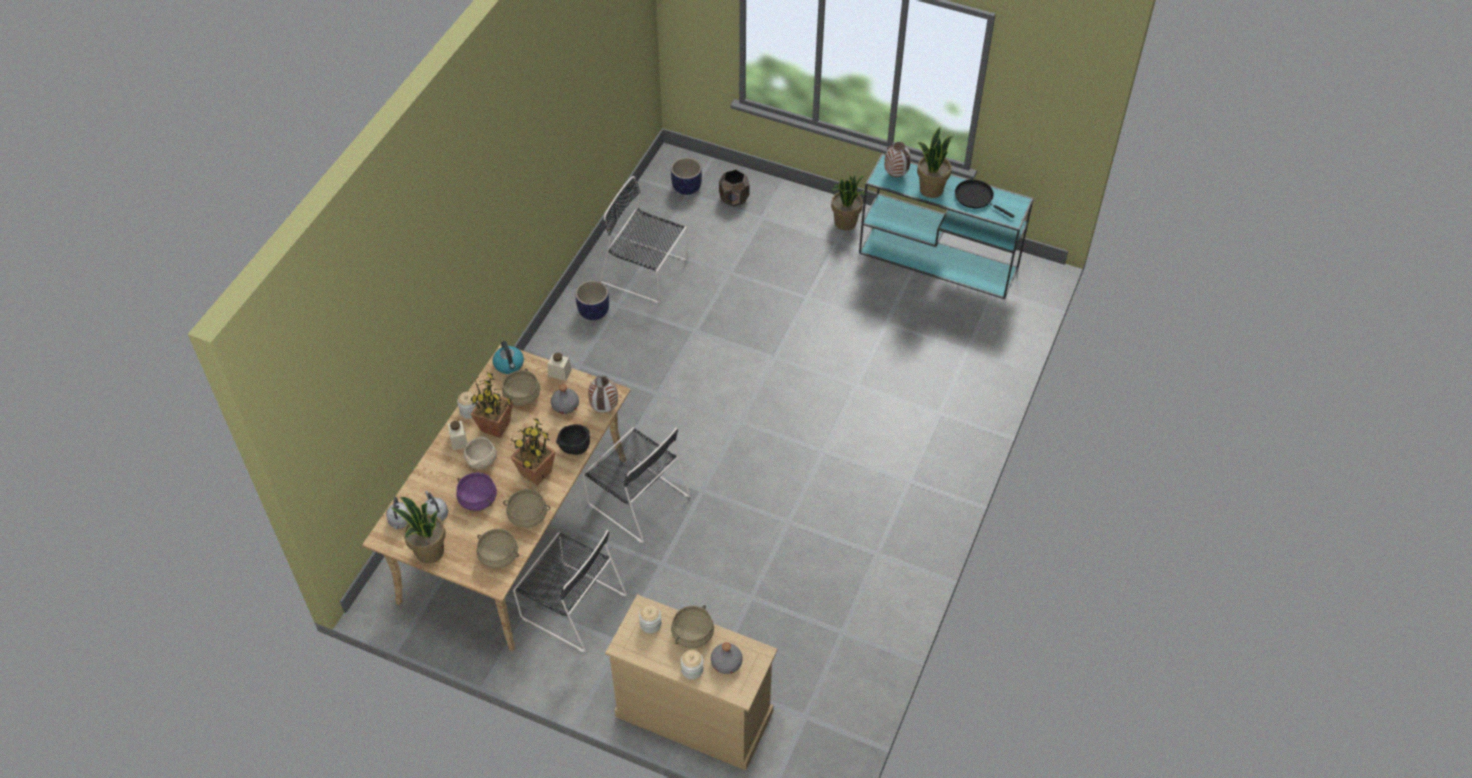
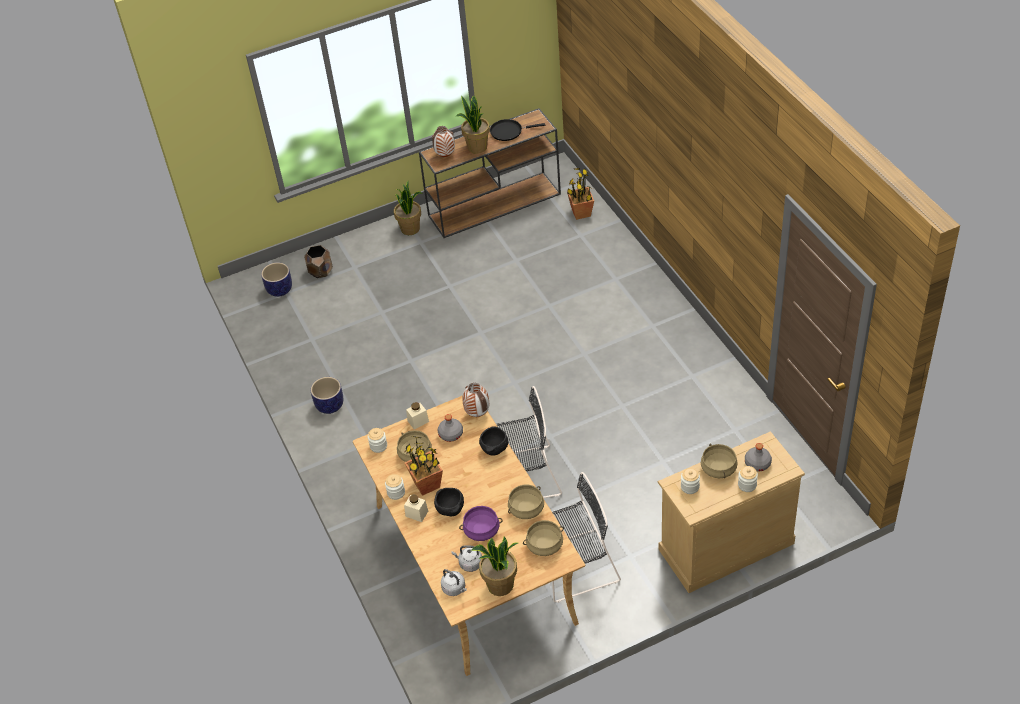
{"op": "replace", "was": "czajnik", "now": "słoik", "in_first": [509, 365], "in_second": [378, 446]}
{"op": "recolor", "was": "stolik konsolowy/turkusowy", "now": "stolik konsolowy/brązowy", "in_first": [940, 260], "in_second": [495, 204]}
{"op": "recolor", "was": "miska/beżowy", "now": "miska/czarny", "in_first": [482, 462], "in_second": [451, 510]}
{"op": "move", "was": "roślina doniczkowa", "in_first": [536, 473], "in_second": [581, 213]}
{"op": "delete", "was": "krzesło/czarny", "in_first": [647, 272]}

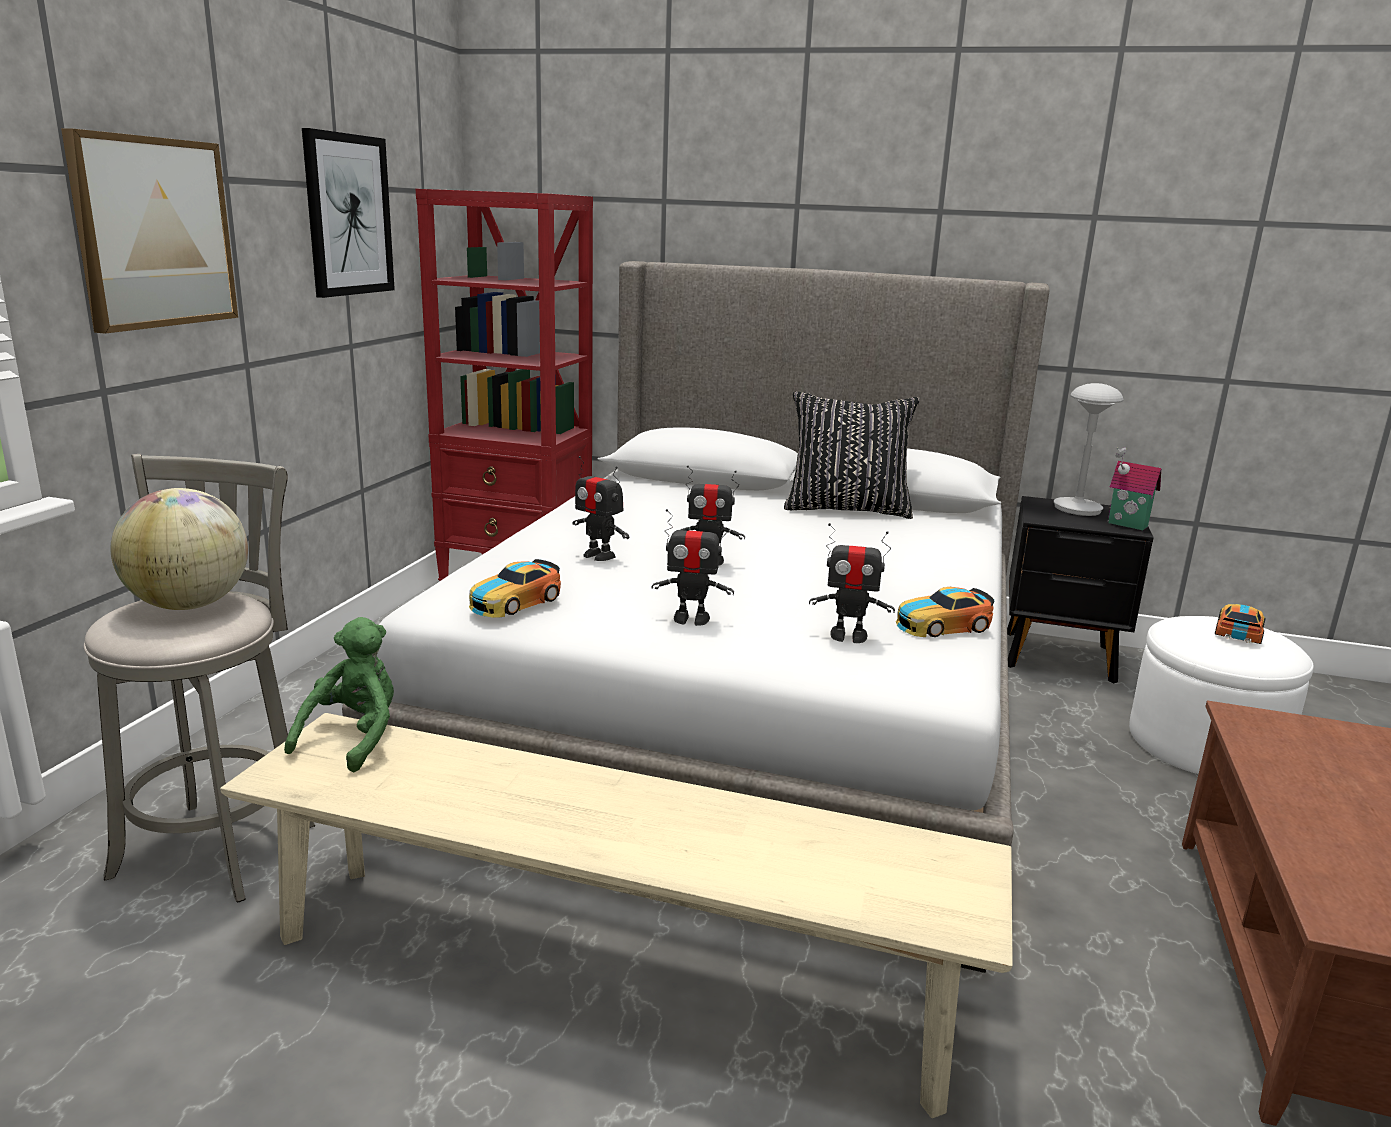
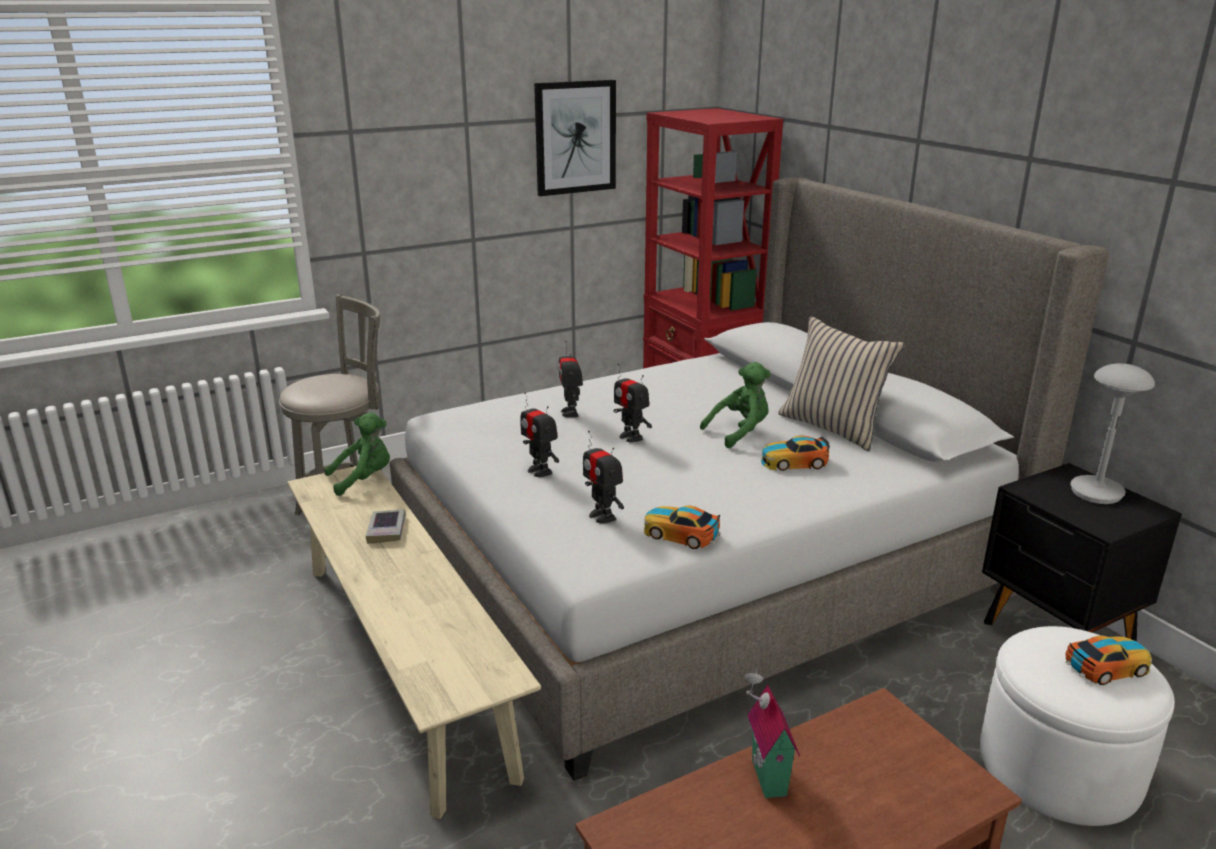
{"op": "insert", "now": "książka", "in_second": [386, 530]}
{"op": "insert", "now": "pluszak/zielony", "in_second": [740, 432]}
{"op": "move", "was": "domek", "in_first": [1126, 525], "in_second": [765, 777]}
{"op": "move", "was": "samochodzik", "in_first": [514, 601], "in_second": [793, 462]}
{"op": "recolor", "was": "poduszka/czarny", "now": "poduszka/beżowy", "in_first": [846, 509], "in_second": [833, 427]}
{"op": "delete", "was": "obraz", "in_first": [154, 233]}
{"op": "delete", "was": "globus", "in_first": [189, 605]}

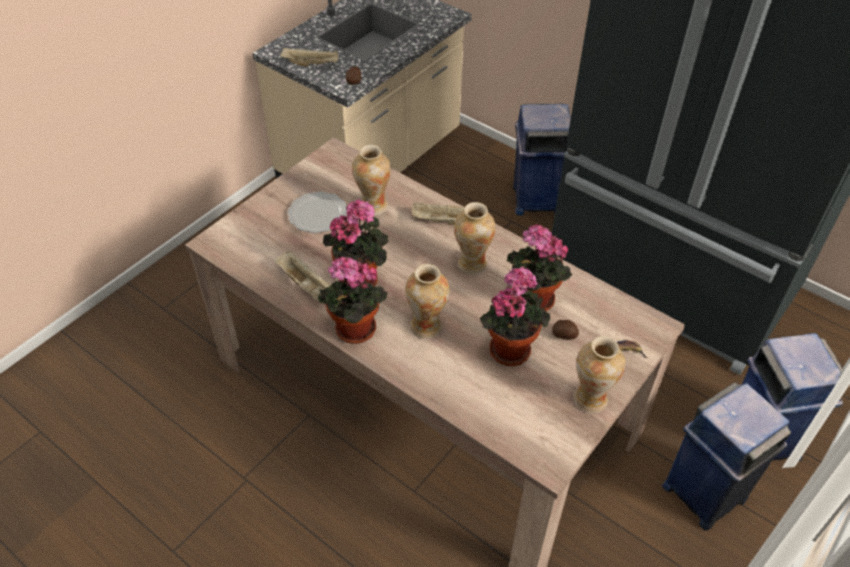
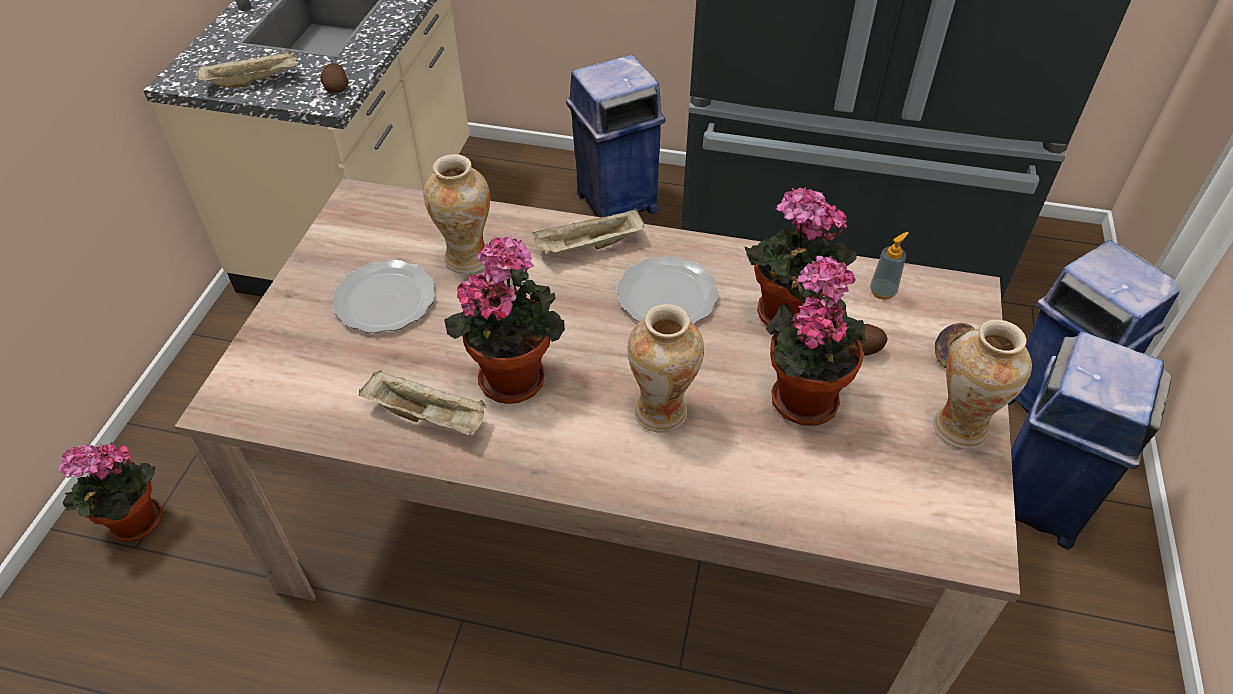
{"op": "move", "was": "roślina doniczkowa", "in_first": [353, 331], "in_second": [134, 525]}
{"op": "replace", "was": "wazon", "now": "talerz", "in_first": [472, 264], "in_second": [668, 294]}
{"op": "insert", "now": "dozownik mydła", "in_second": [882, 291]}

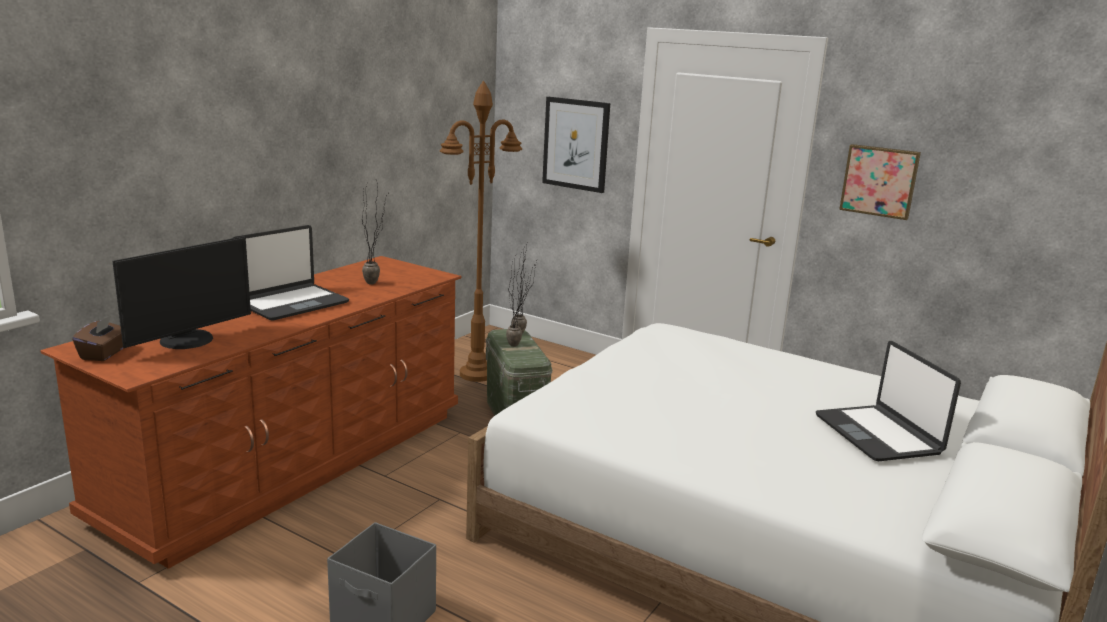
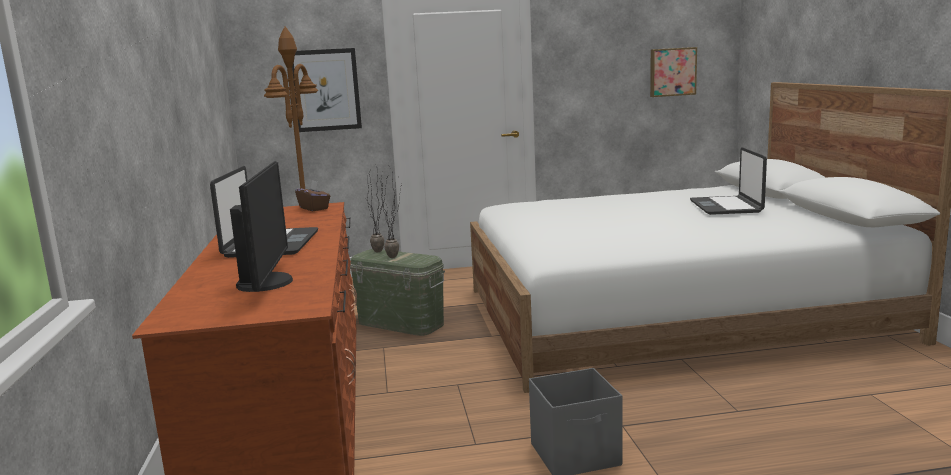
{"op": "move", "was": "pudełko chusteczek/brązowy", "in_first": [104, 353], "in_second": [314, 208]}
{"op": "move", "was": "obraz", "in_first": [879, 181], "in_second": [672, 72]}
{"op": "rotate", "was": "laptop", "in_first": [878, 434], "in_second": [726, 206], "clockwise": 60}
{"op": "delete", "was": "roślina doniczkowa", "in_first": [377, 283]}

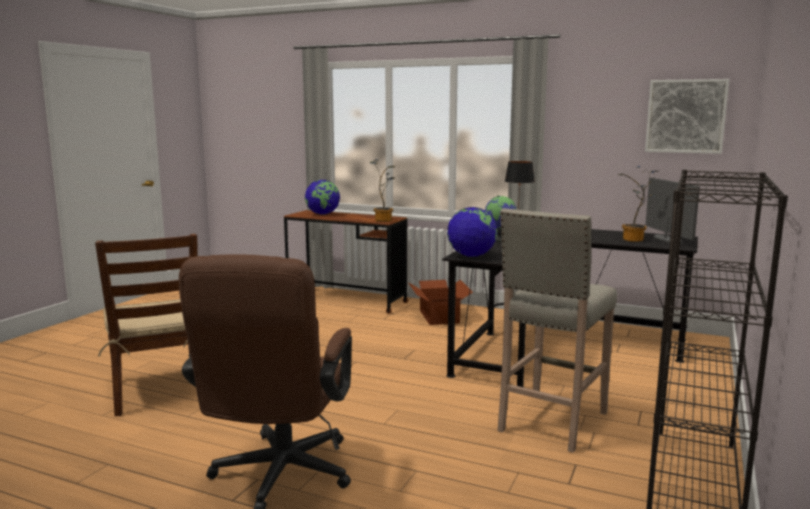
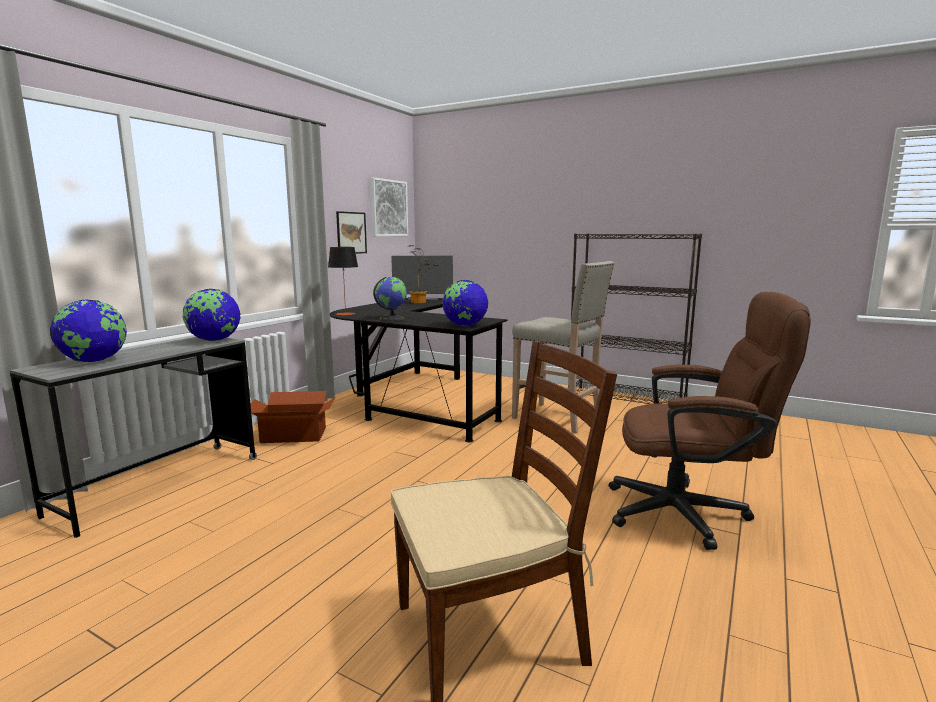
{"op": "recolor", "was": "biurko/brązowy", "now": "biurko/szary", "in_first": [346, 301], "in_second": [159, 485]}
{"op": "replace", "was": "roślina doniczkowa", "now": "globus", "in_first": [384, 220], "in_second": [214, 340]}
{"op": "insert", "now": "obraz", "in_second": [351, 233]}

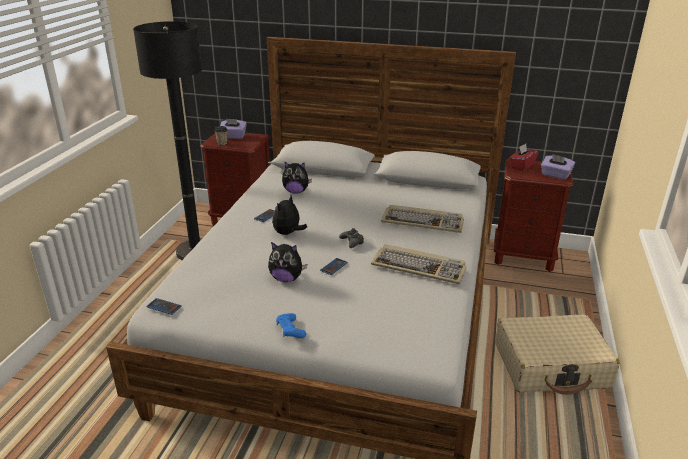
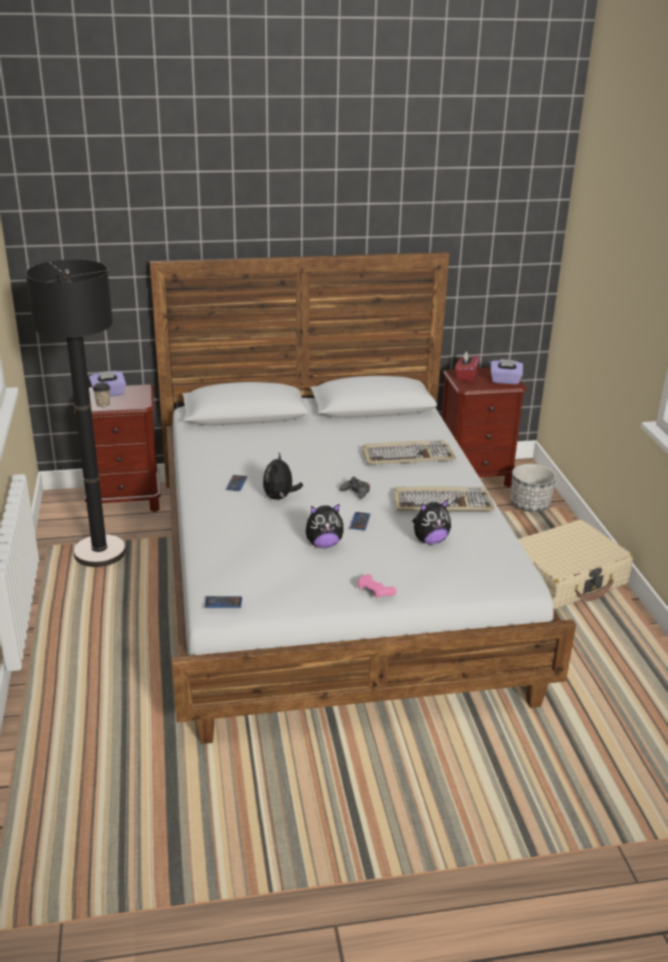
{"op": "recolor", "was": "pad do gier/niebieski", "now": "pad do gier/różowy", "in_first": [290, 330], "in_second": [375, 591]}
{"op": "move", "was": "pluszak", "in_first": [296, 191], "in_second": [430, 541]}
{"op": "insert", "now": "donica", "in_second": [530, 505]}

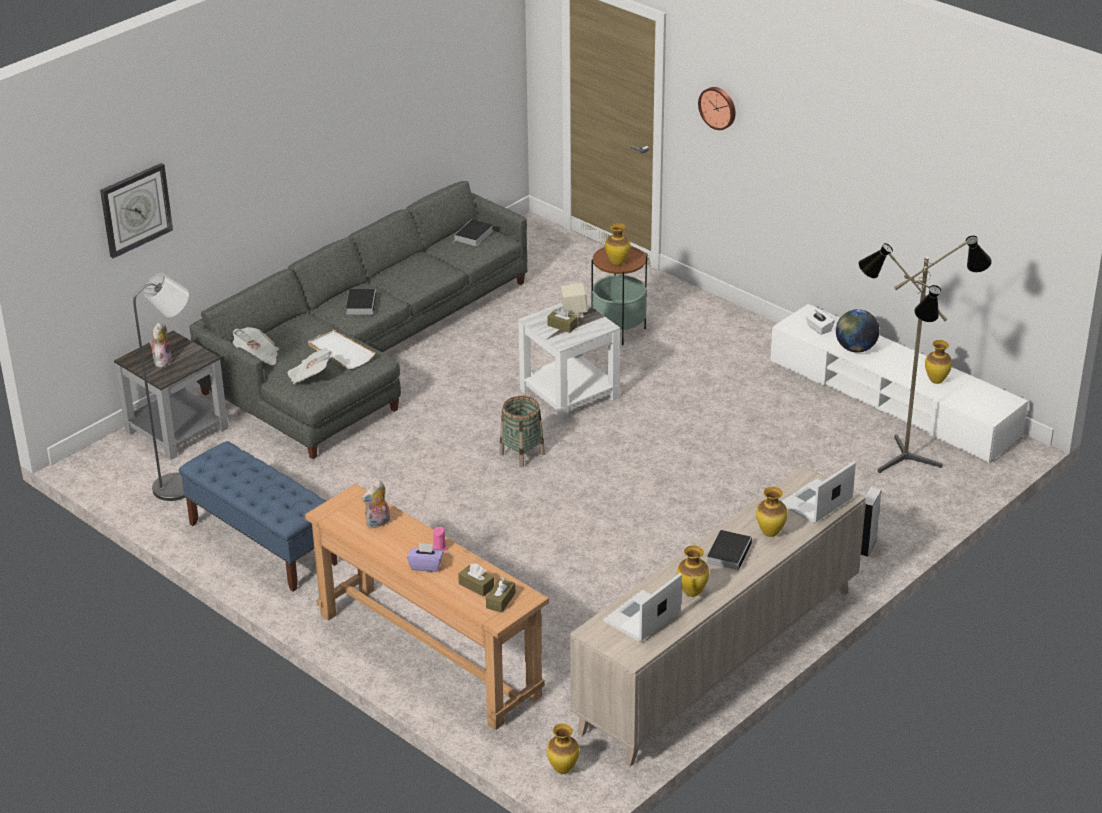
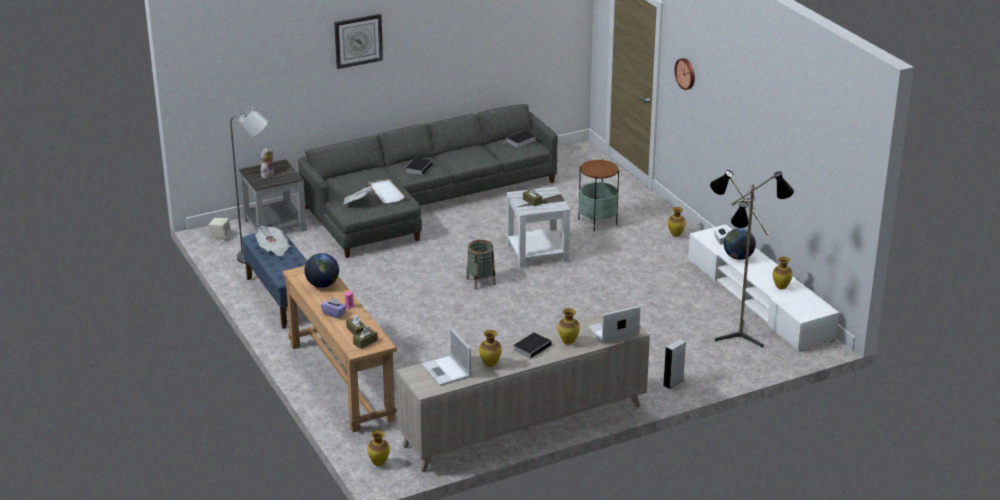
{"op": "move", "was": "głośnik/beżowy", "in_first": [574, 312], "in_second": [220, 237]}
{"op": "move", "was": "gazeta", "in_first": [257, 356], "in_second": [273, 249]}
{"op": "replace", "was": "pluszak", "now": "globus", "in_first": [378, 523], "in_second": [322, 285]}
{"op": "move", "was": "zegar ścienny", "in_first": [135, 209], "in_second": [358, 40]}
{"op": "rotate", "was": "laptop", "in_first": [641, 618], "in_second": [447, 371], "clockwise": -90}
{"op": "move", "was": "wazon", "in_first": [617, 262], "in_second": [676, 235]}

